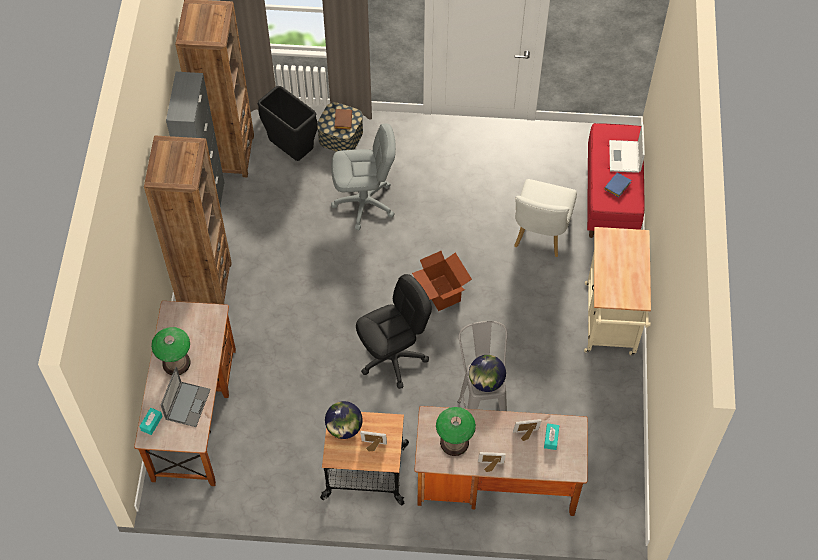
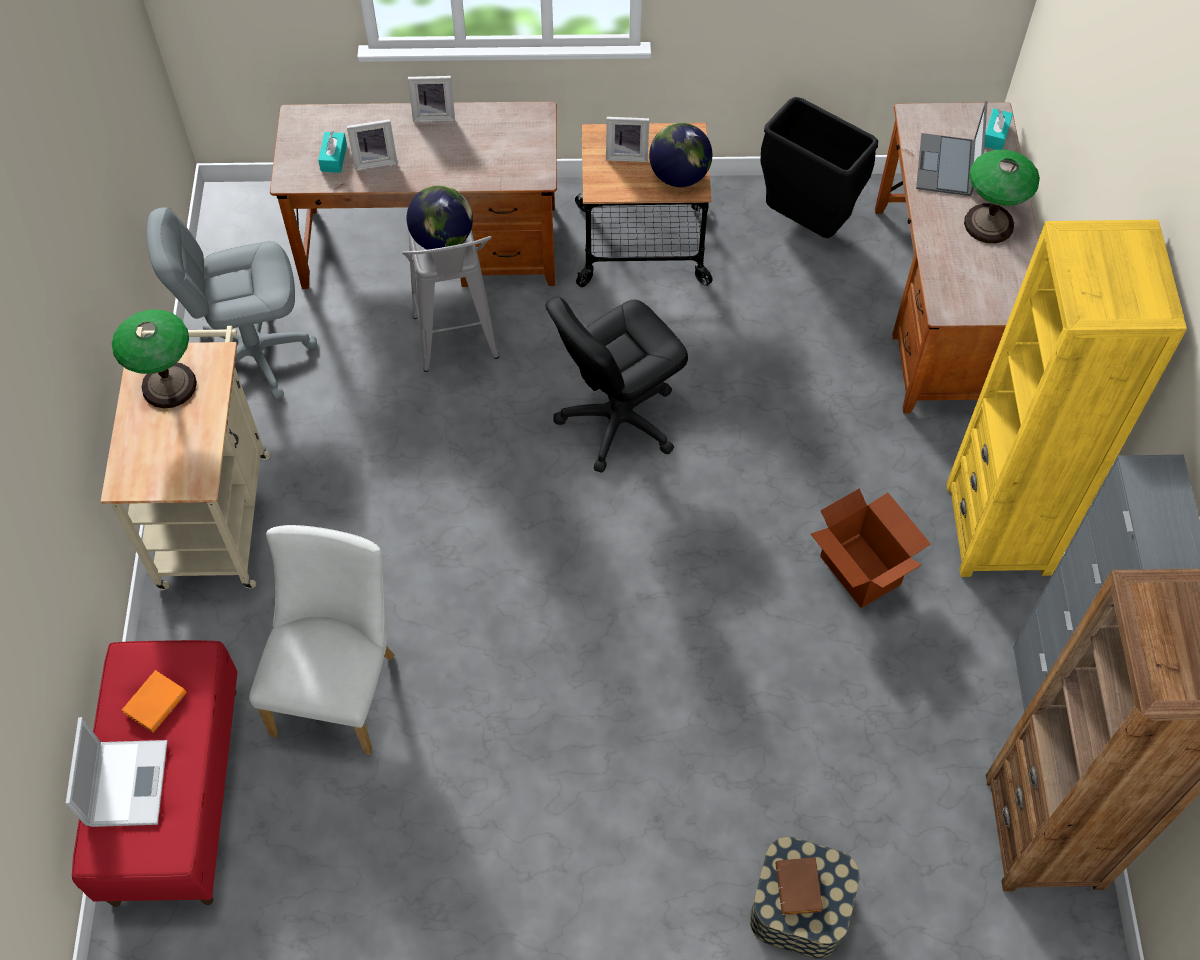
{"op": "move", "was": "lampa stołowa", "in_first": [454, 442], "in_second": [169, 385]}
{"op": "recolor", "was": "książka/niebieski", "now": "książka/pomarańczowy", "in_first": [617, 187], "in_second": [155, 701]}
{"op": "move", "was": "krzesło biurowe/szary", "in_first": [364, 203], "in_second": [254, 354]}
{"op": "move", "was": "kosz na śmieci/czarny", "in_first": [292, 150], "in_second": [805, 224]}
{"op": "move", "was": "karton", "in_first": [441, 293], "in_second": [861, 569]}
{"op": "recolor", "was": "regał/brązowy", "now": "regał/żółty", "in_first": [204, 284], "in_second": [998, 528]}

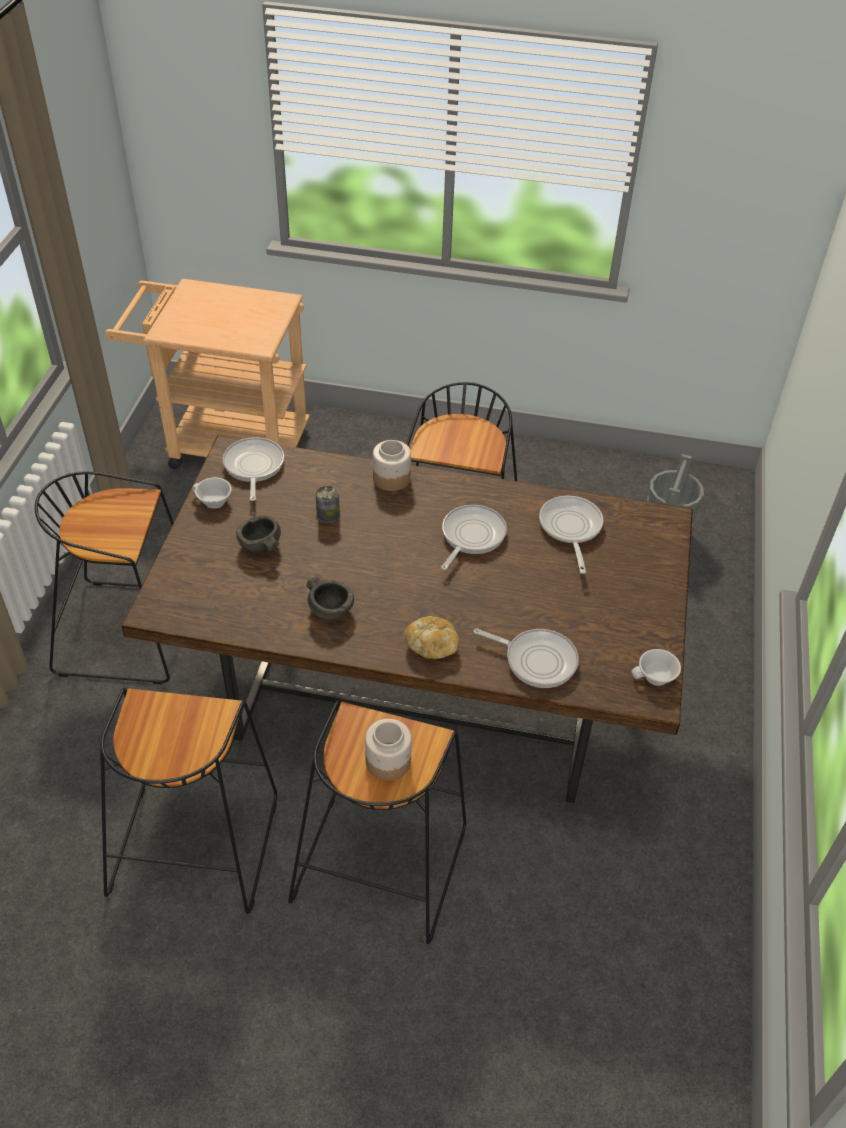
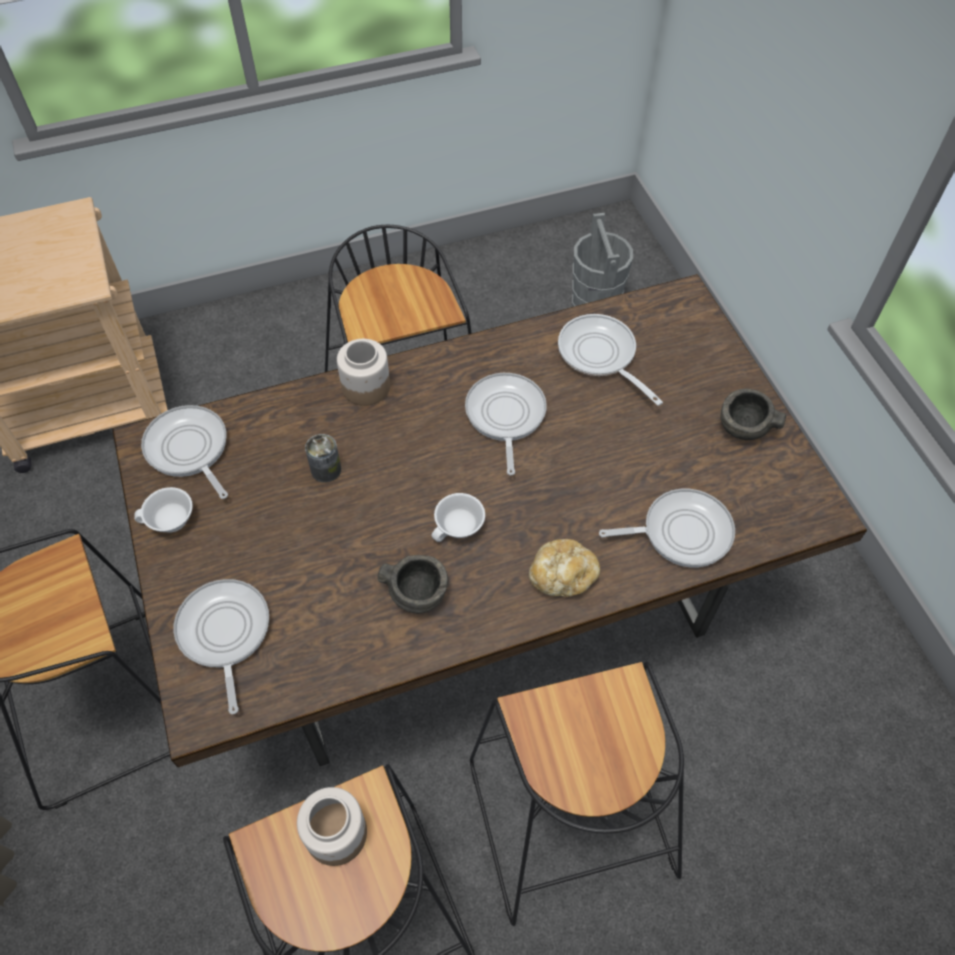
{"op": "insert", "now": "patelnia", "in_second": [224, 633]}
{"op": "move", "was": "słoik", "in_first": [389, 761], "in_second": [337, 833]}
{"op": "move", "was": "filiżanka/biały", "in_first": [656, 677], "in_second": [459, 528]}
{"op": "move", "was": "miska/szary", "in_first": [260, 546], "in_second": [743, 427]}

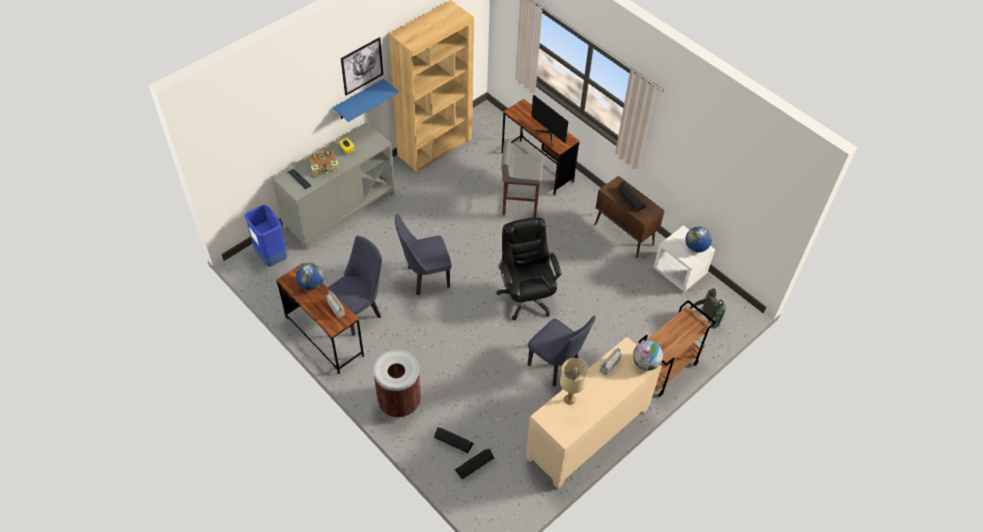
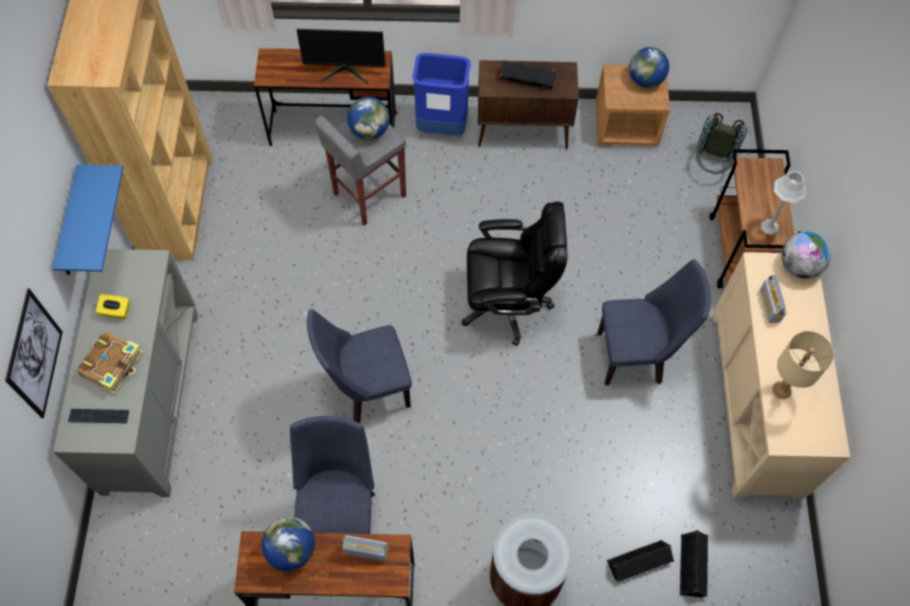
{"op": "move", "was": "obraz", "in_first": [362, 66], "in_second": [34, 354]}
{"op": "rotate", "was": "krzesło/niebieski", "in_first": [424, 278], "in_second": [367, 391], "clockwise": 45}
{"op": "insert", "now": "globus", "in_second": [369, 131]}
{"op": "move", "was": "kosz na śmieci/niebieski", "in_first": [271, 257], "in_second": [441, 127]}
{"op": "rotate", "was": "krzesło biurowe/czarny", "in_first": [526, 296], "in_second": [507, 303], "clockwise": 150}
{"op": "recolor", "was": "szafka nocna/biały", "now": "szafka nocna/brązowy", "in_first": [680, 272], "in_second": [626, 126]}
{"op": "insert", "now": "lampa stołowa/szary", "in_second": [769, 227]}

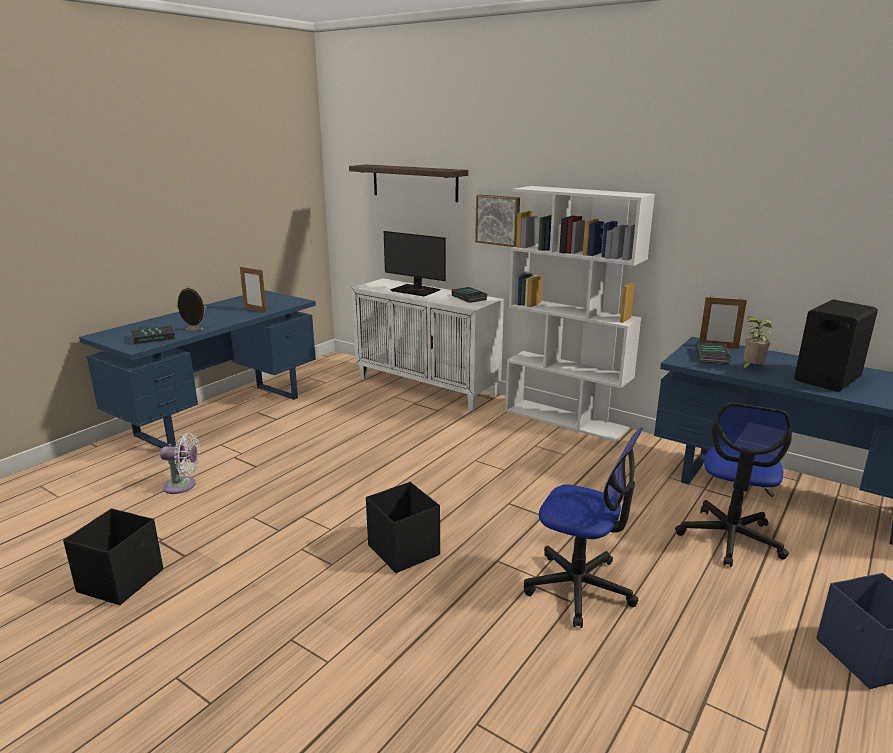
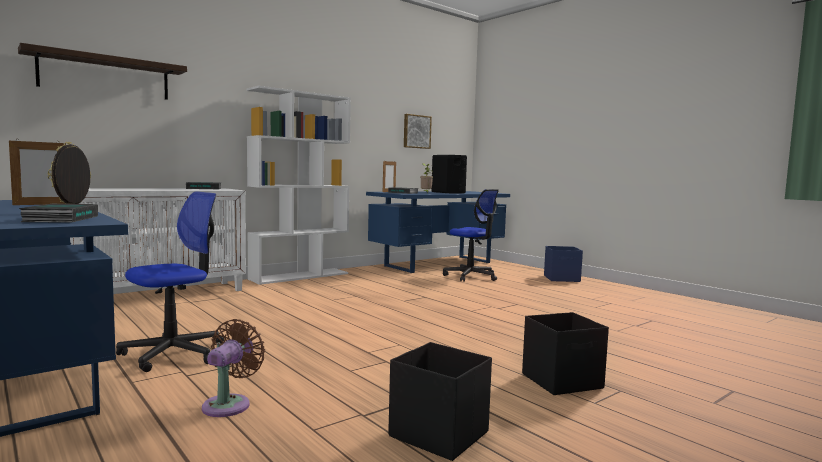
{"op": "move", "was": "krzesło biurowe", "in_first": [579, 588], "in_second": [174, 353]}
{"op": "recolor", "was": "wentylator/biały", "now": "wentylator/brązowy", "in_first": [183, 486], "in_second": [229, 404]}
{"op": "move", "was": "obraz", "in_first": [498, 220], "in_second": [416, 131]}
{"op": "move", "was": "pojemnik do przechowywania/czarny", "in_first": [403, 551], "in_second": [563, 381]}
{"op": "delete", "was": "monitor", "in_first": [415, 290]}

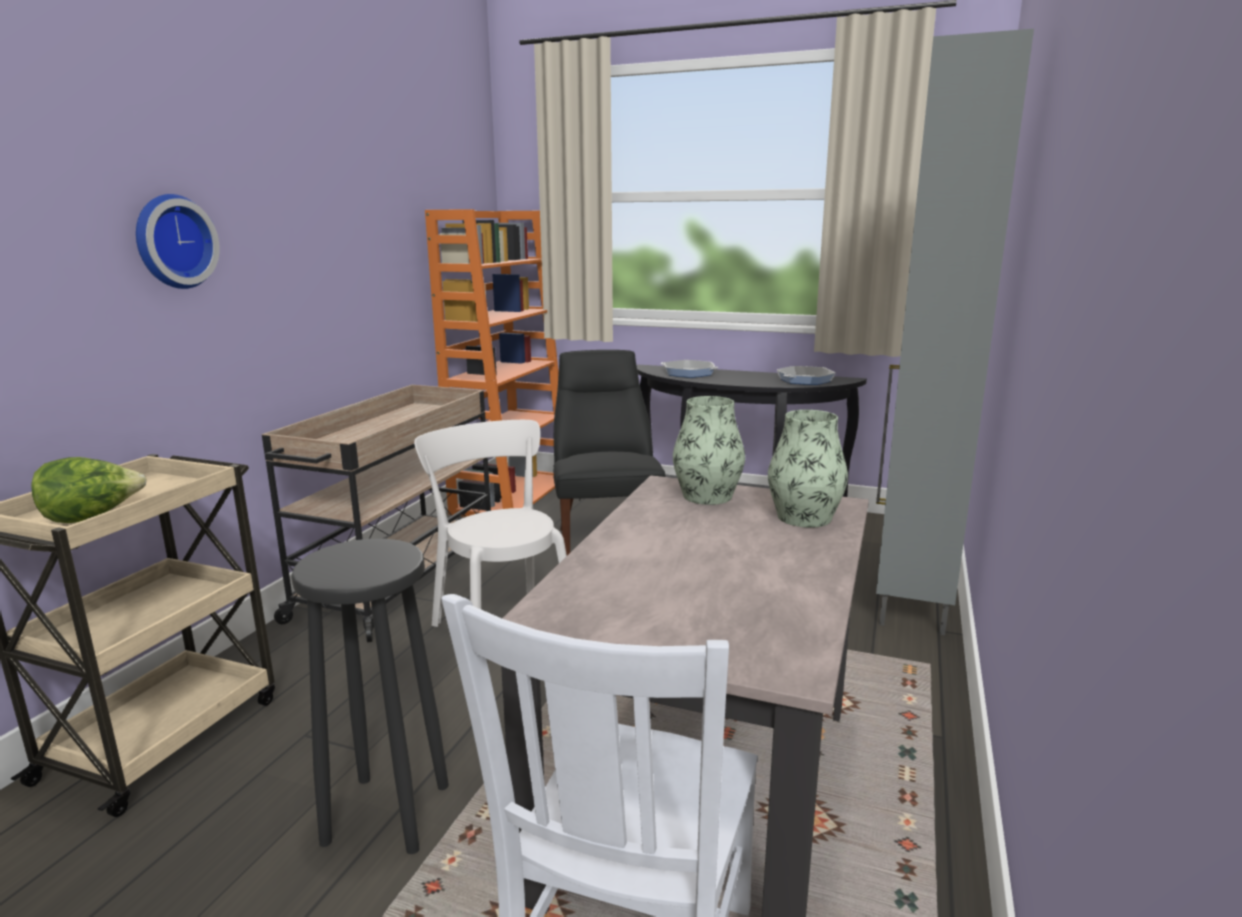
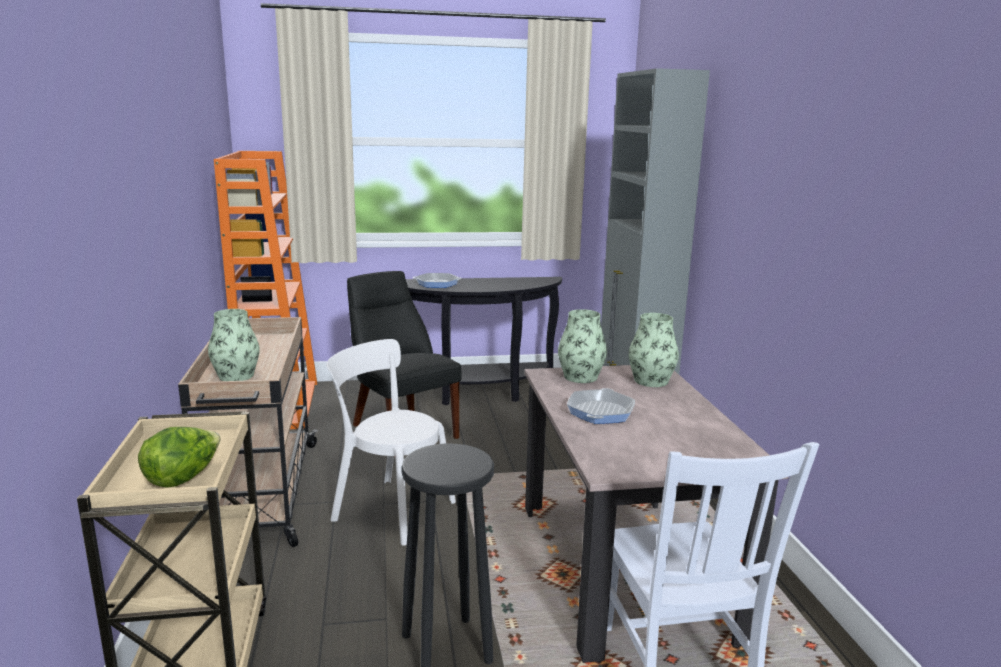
{"op": "insert", "now": "wazon", "in_second": [236, 376]}
{"op": "move", "was": "patelnia", "in_first": [805, 380], "in_second": [600, 412]}
{"op": "delete", "was": "zegar ścienny", "in_first": [172, 242]}

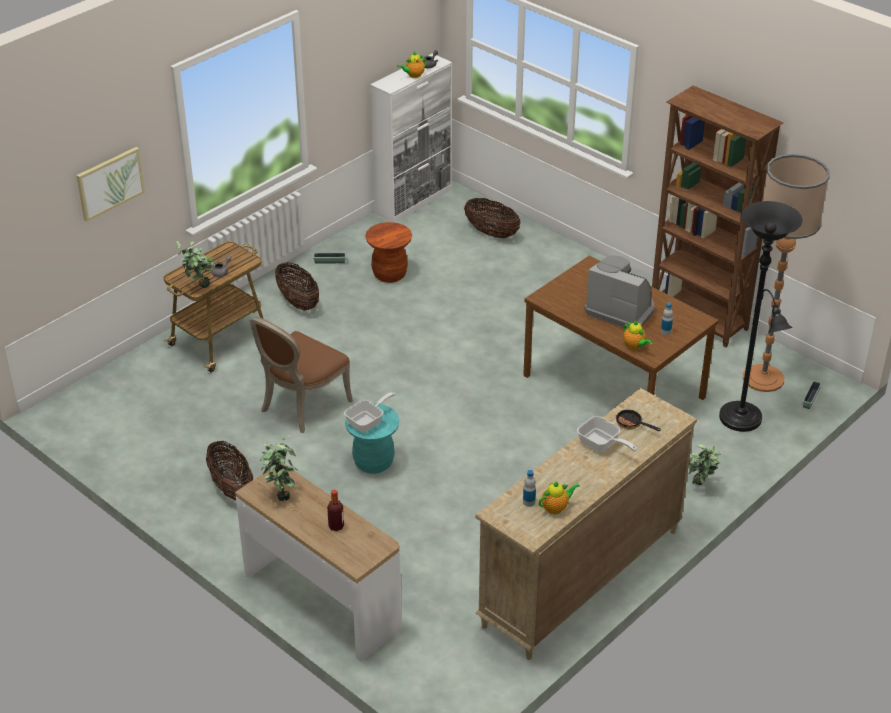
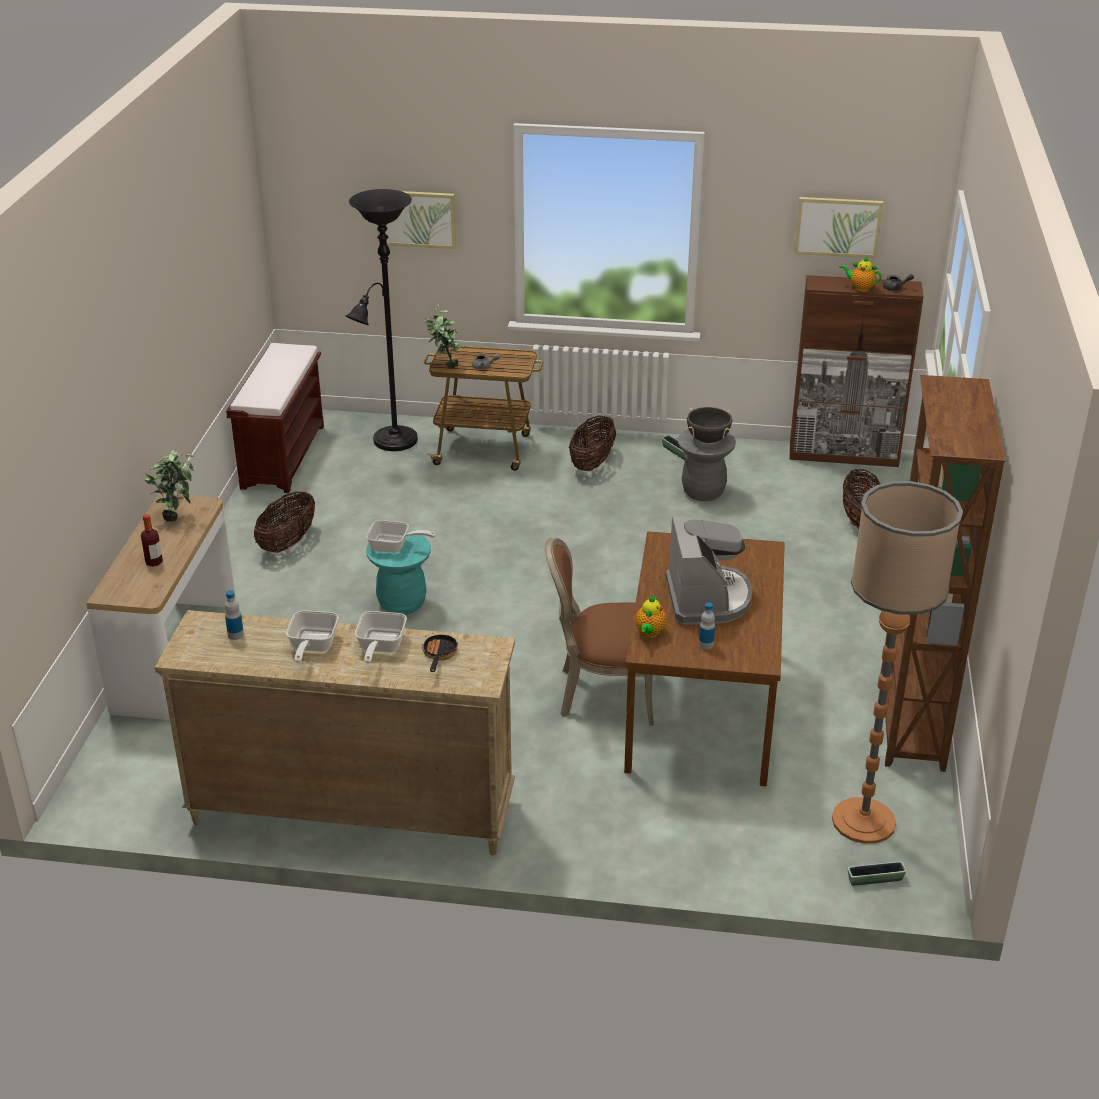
{"op": "insert", "now": "ławka/brązowy", "in_second": [283, 456]}
{"op": "insert", "now": "patelnia", "in_second": [311, 647]}
{"op": "move", "was": "lampa stojąca/czarny", "in_first": [743, 421], "in_second": [391, 442]}
{"op": "move", "was": "krzesło/brązowy", "in_first": [301, 406], "in_second": [602, 693]}
{"op": "recolor", "was": "stołek/brązowy", "now": "stołek/szary", "in_first": [389, 274], "in_second": [703, 492]}
{"op": "insert", "now": "garnek/czarny", "in_second": [708, 440]}
{"op": "recolor", "was": "szafka/biały", "now": "szafka/brązowy", "in_first": [414, 201], "in_second": [844, 455]}
{"op": "insert", "now": "obraz", "in_second": [838, 226]}
{"op": "delete", "was": "imbryk", "in_first": [556, 508]}
{"op": "delete", "was": "roślina doniczkowa", "in_first": [700, 487]}

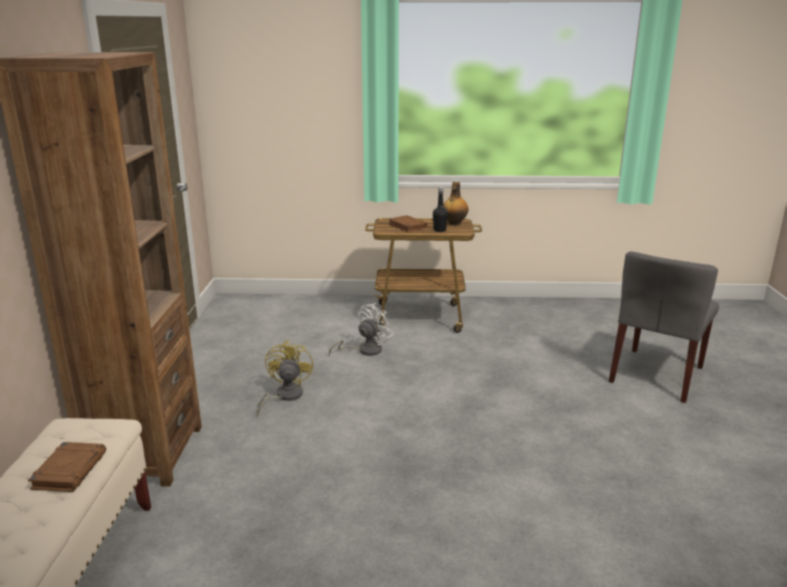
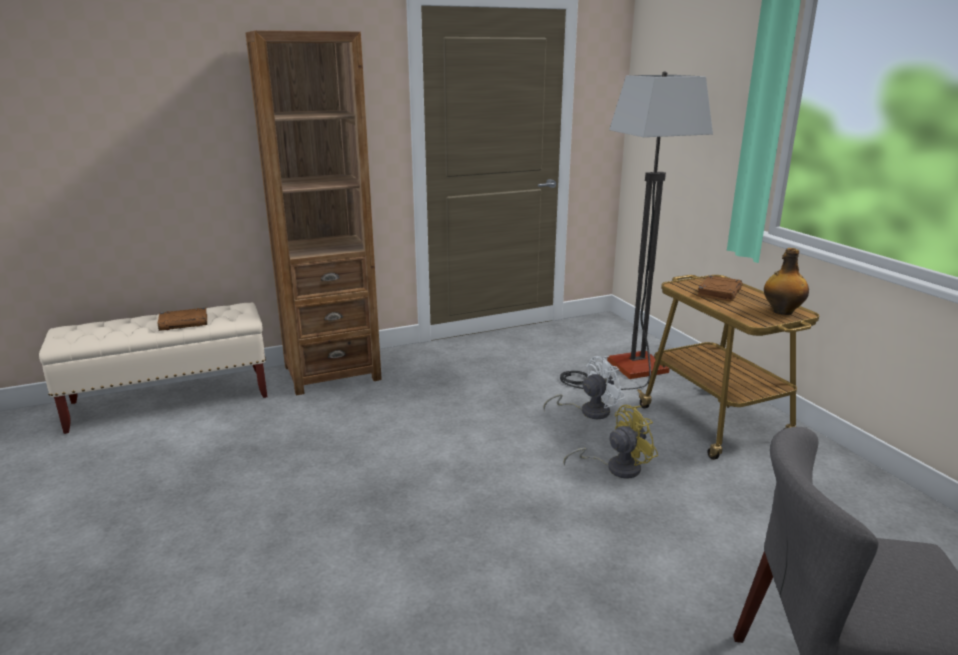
{"op": "rotate", "was": "wentylator/biały", "in_first": [365, 350], "in_second": [588, 411], "clockwise": -45}
{"op": "insert", "now": "lampa stojąca", "in_second": [625, 371]}
{"op": "move", "was": "wentylator/żółty", "in_first": [284, 396], "in_second": [616, 468]}
{"op": "delete", "was": "butelka/czarny", "in_first": [439, 230]}

